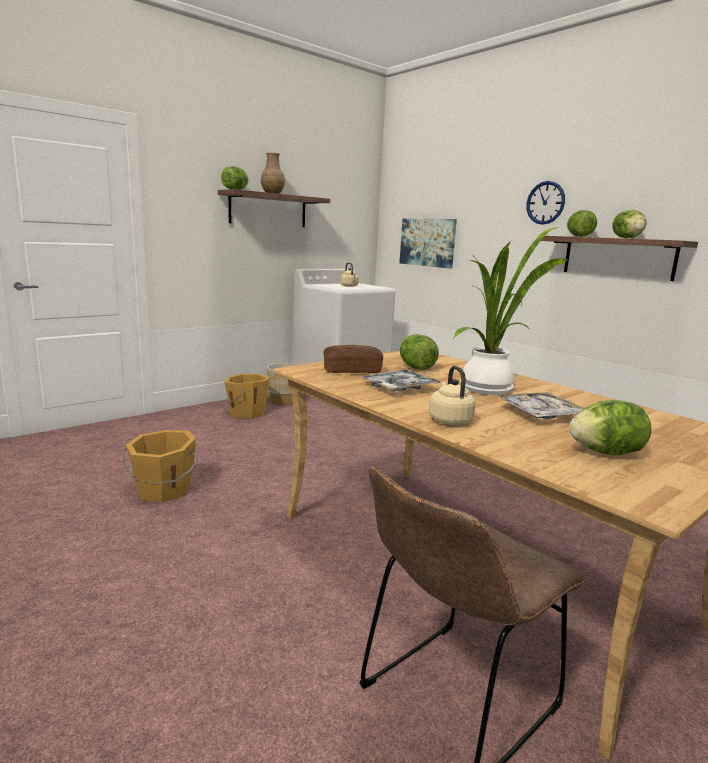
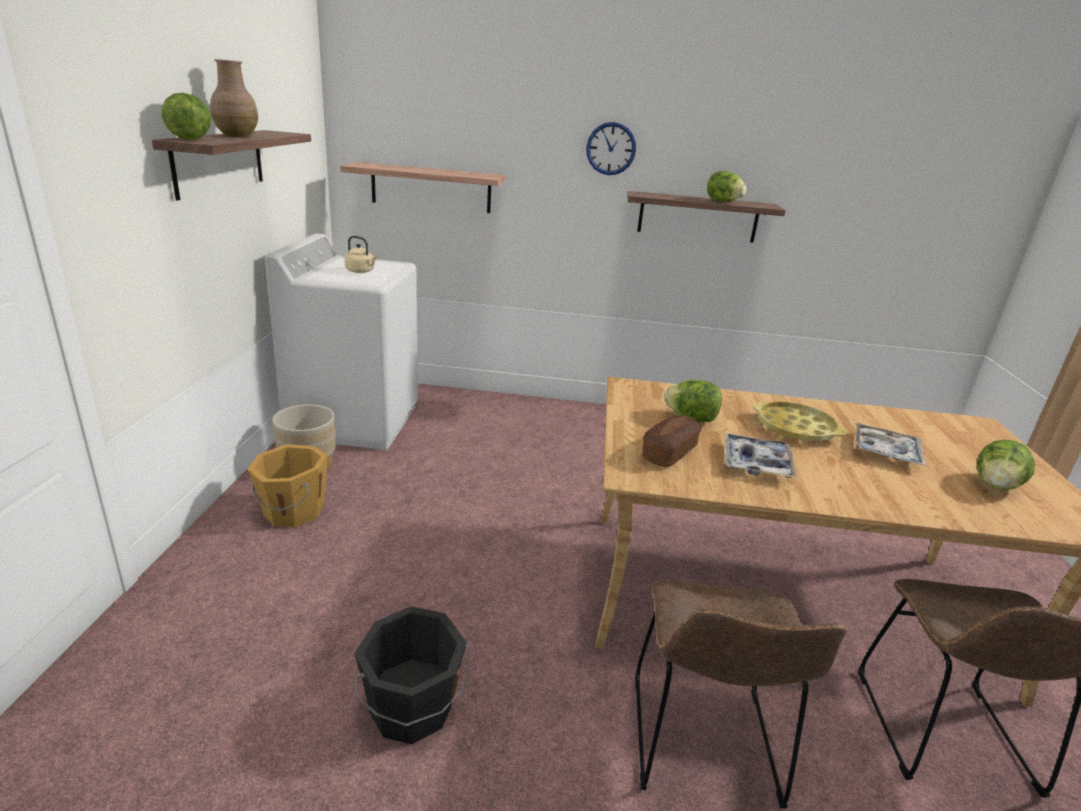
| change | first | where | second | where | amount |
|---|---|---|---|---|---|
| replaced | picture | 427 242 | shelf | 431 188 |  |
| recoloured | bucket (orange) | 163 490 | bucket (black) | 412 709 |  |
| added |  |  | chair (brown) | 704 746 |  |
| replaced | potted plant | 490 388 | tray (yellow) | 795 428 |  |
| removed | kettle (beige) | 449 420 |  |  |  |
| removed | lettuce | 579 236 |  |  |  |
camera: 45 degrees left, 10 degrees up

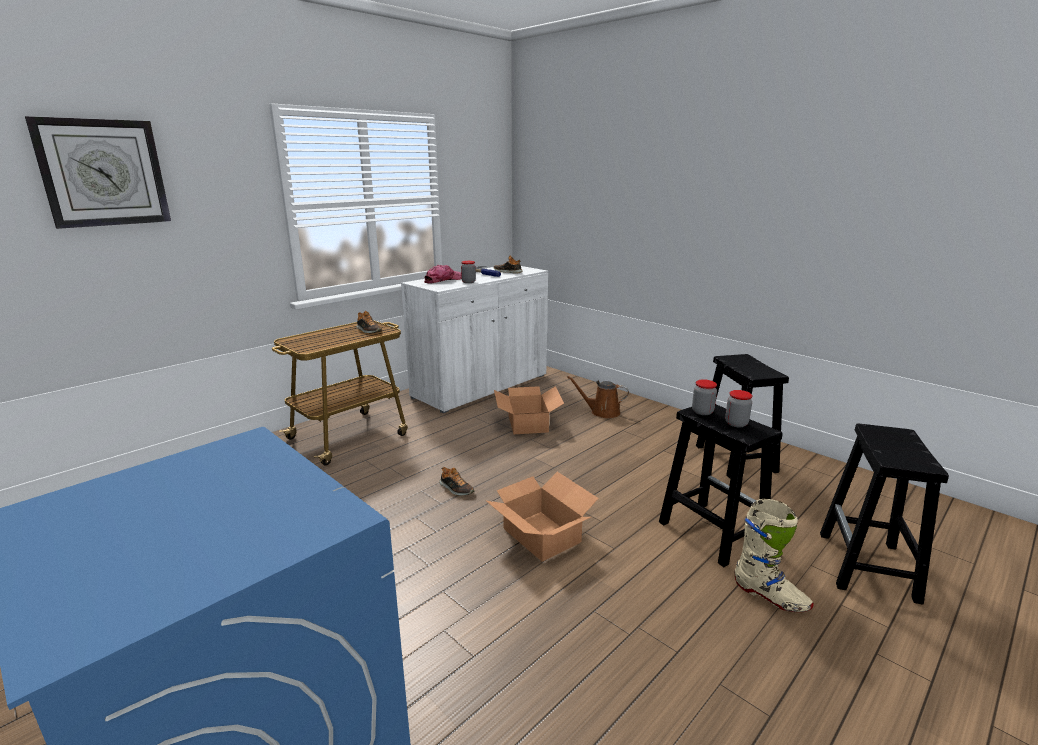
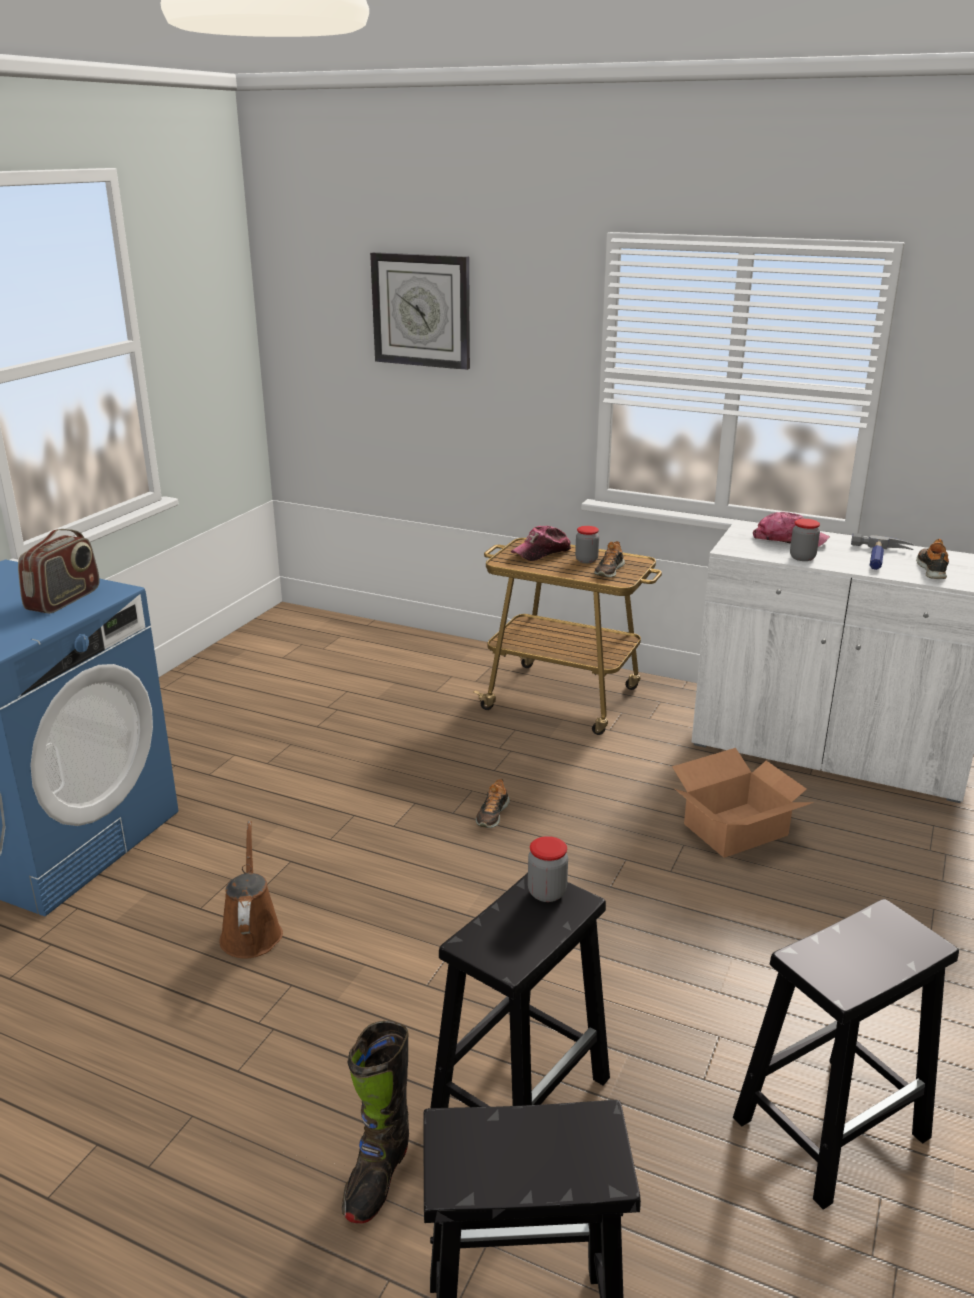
| change | first | where | second | where | amount |
|---|---|---|---|---|---|
| added |  |  | radio | 64 600 |  |
| moved | watering can (brown) | 602 412 |  | 251 932 |  |
| recoloured | boot (beige) | 770 596 | boot (black) | 377 1176 |  |
| added |  |  | cap | 541 552 |  |
| moved | jar | 736 423 |  | 586 560 |  |
| removed | cardboard box | 541 534 |  |  |  |
camera: 70 degrees right, 5 degrees up

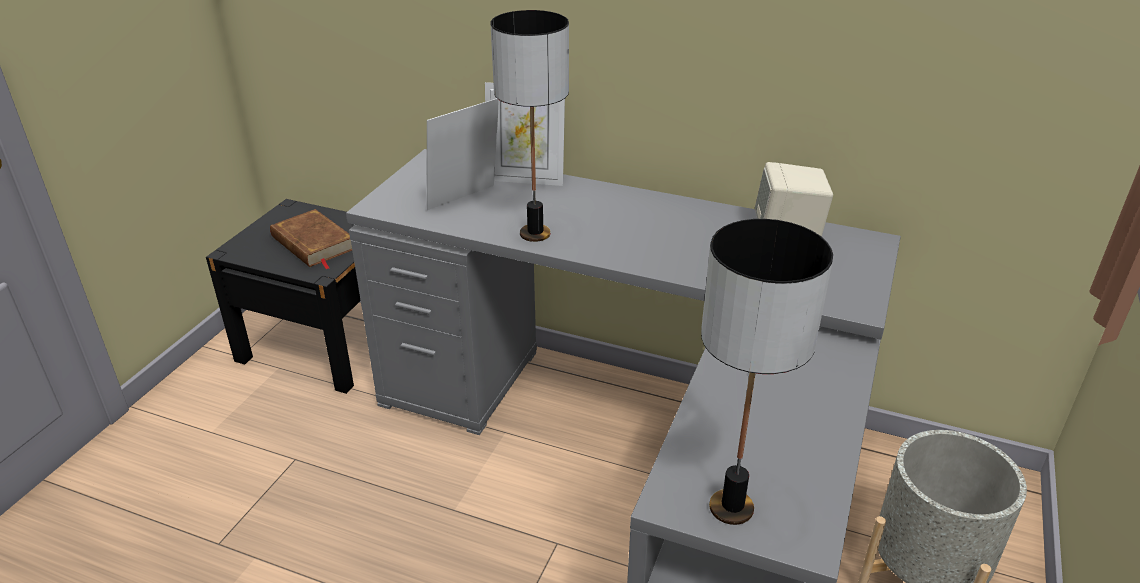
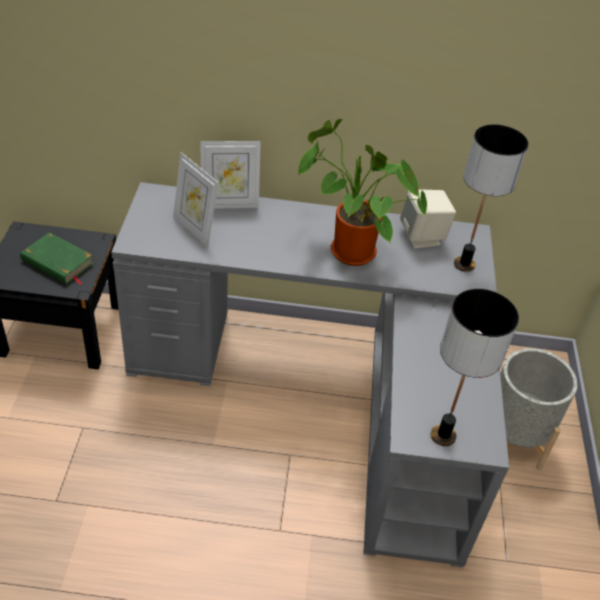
| change | first | where | second | where | amount |
|---|---|---|---|---|---|
| recoloured | book (brown) | 313 244 | book (green) | 58 262 |  |
| turned | picture frame | 465 200 |  | 195 229 | 75 degrees counterclockwise |
| added |  |  | potted plant | 347 252 |  |
| moved | table lamp | 534 234 |  | 464 265 |  |
camera: 20 degrees left, 10 degrees up

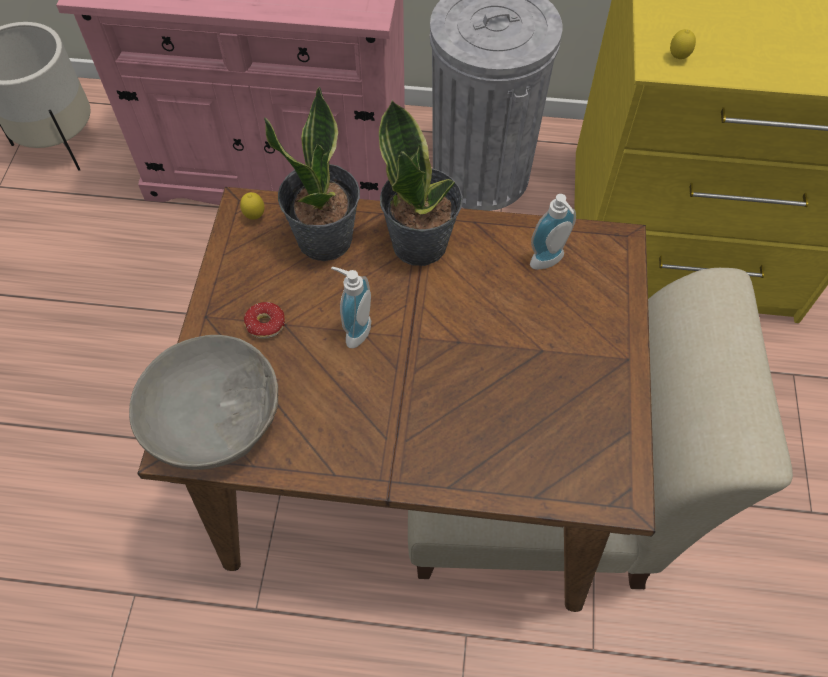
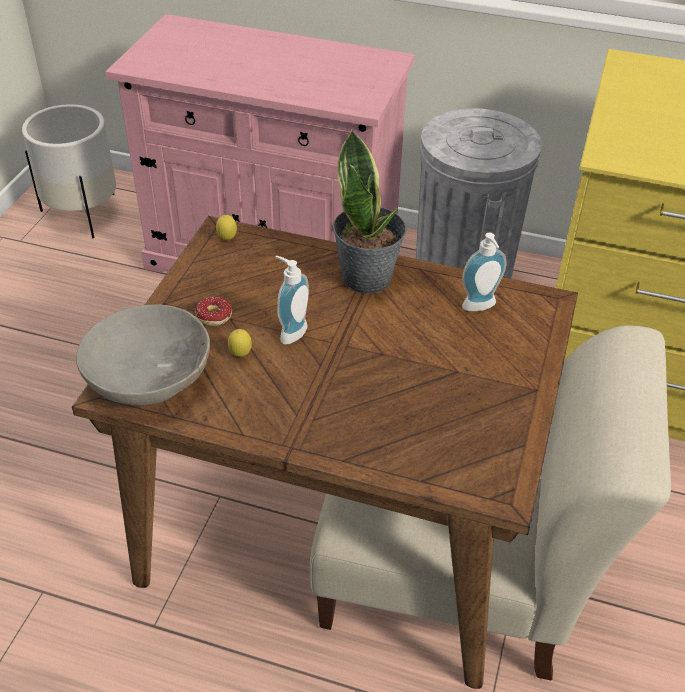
| change | first | where | second | where | amount |
|---|---|---|---|---|---|
| moved | lemon | 678 58 |  | 240 355 |  |
| removed | potted plant | 326 239 |  |  |  |
camera: 10 degrees right, 15 degrees down

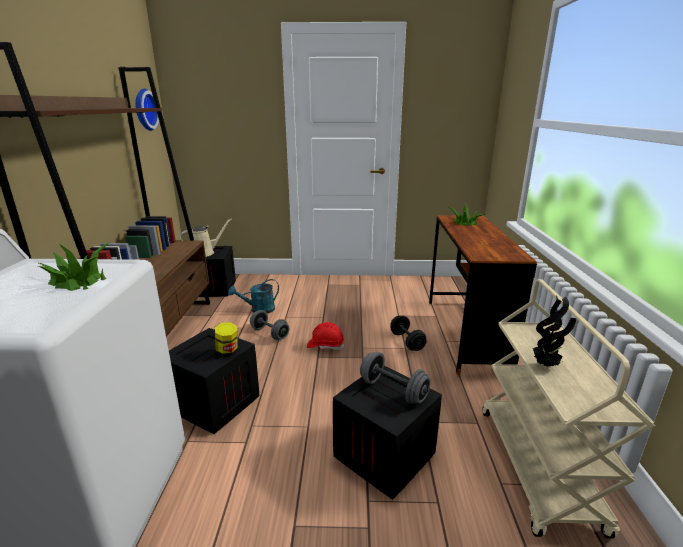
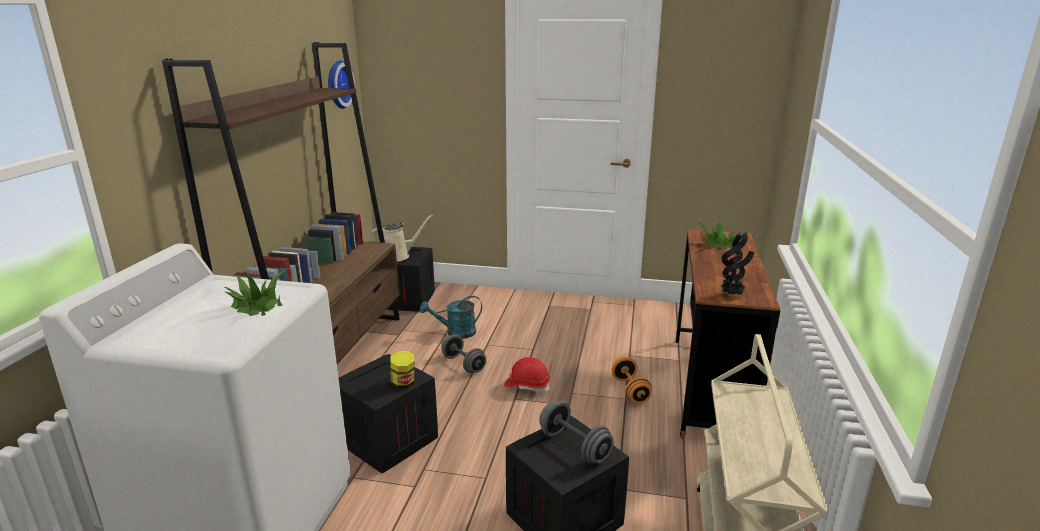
| change | first | where | second | where | amount |
|---|---|---|---|---|---|
| recoloured | dumbbell (black) | 407 341 | dumbbell (orange) | 630 390 |  |
| moved | potted plant | 546 365 |  | 732 295 |  |
camera: 10 degrees right, 0 degrees up

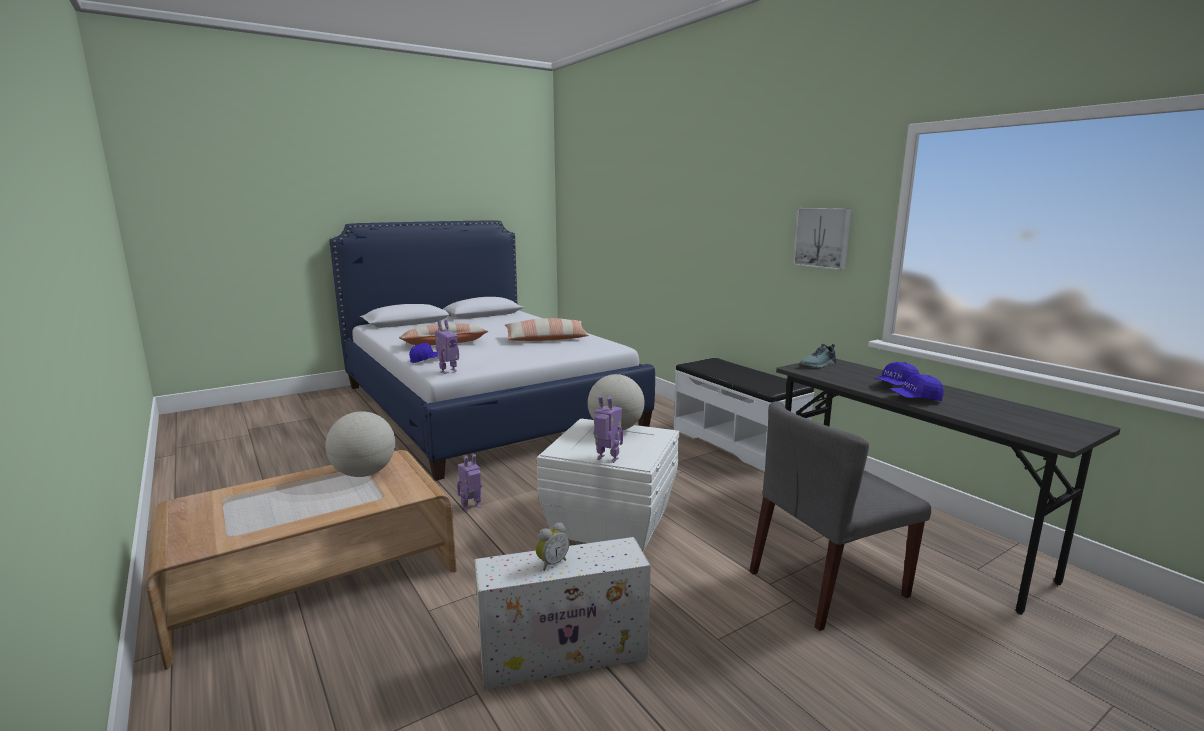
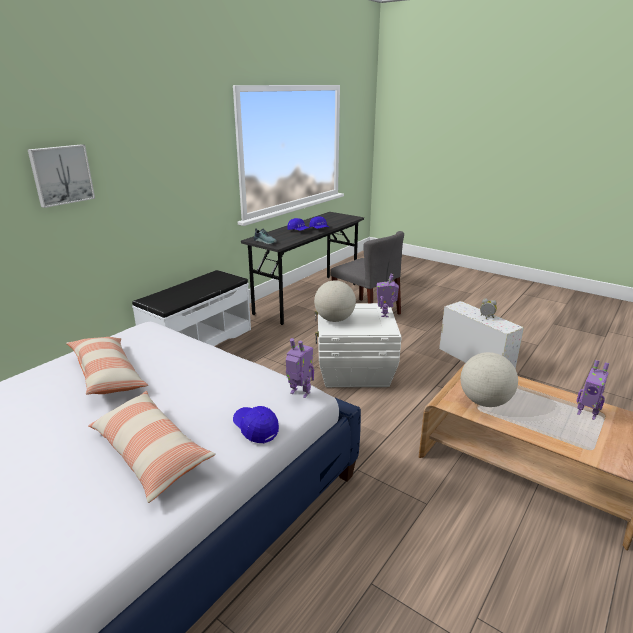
| change | first | where | second | where | amount |
|---|---|---|---|---|---|
| moved | picture | 823 237 |  | 61 175 |  |
| moved | toy robot | 472 507 |  | 587 414 |  |
camera: 110 degrees left, 10 degrees up

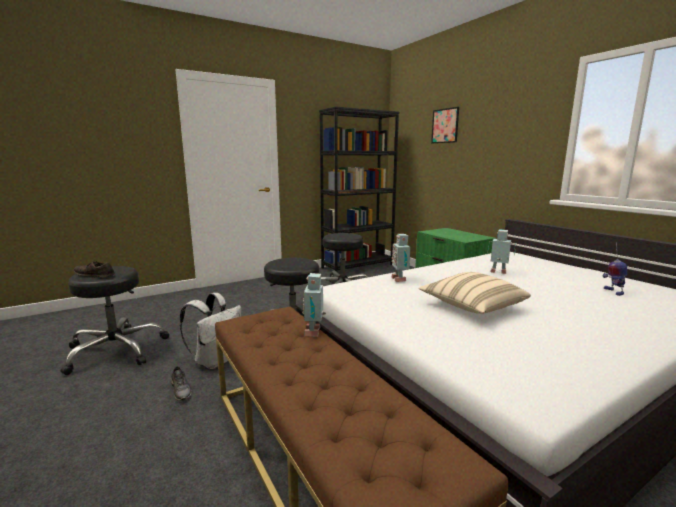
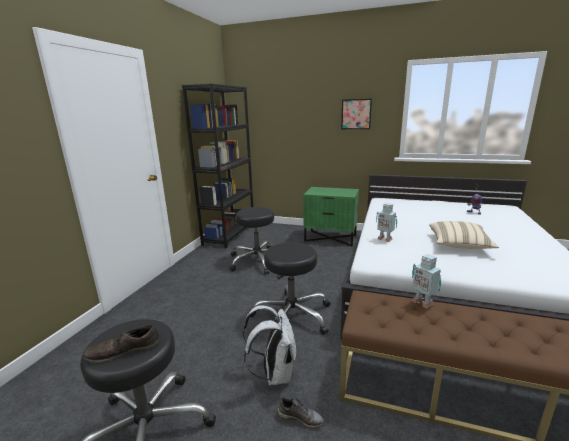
| change | first | where | second | where | amount |
|---|---|---|---|---|---|
| moved | picture | 445 125 |  | 356 114 |  |
| removed | toy robot | 498 272 |  |  |  |
camera: 40 degrees left, 5 degrees up

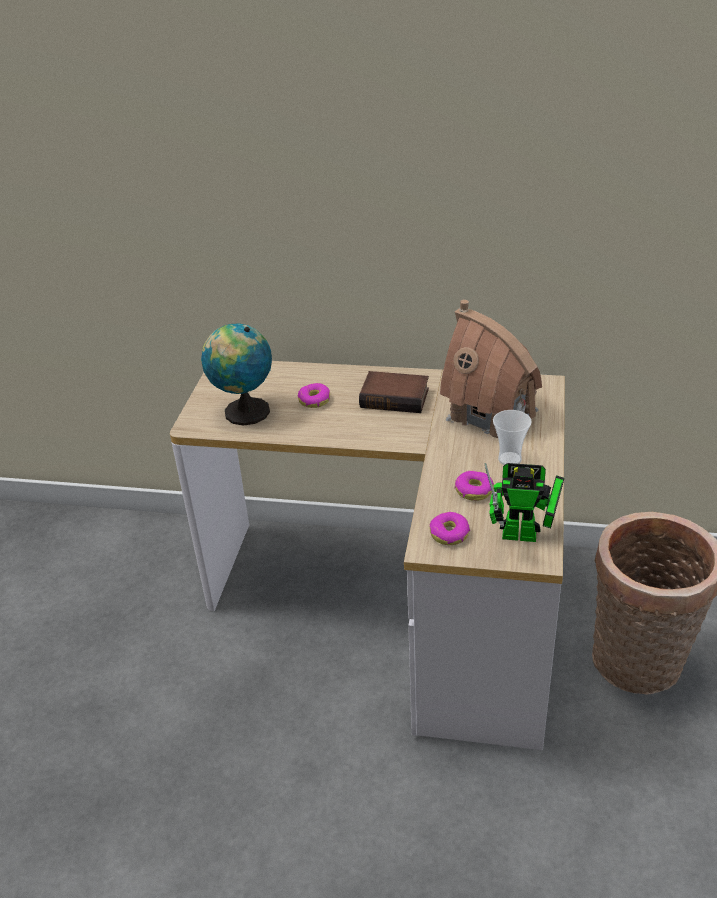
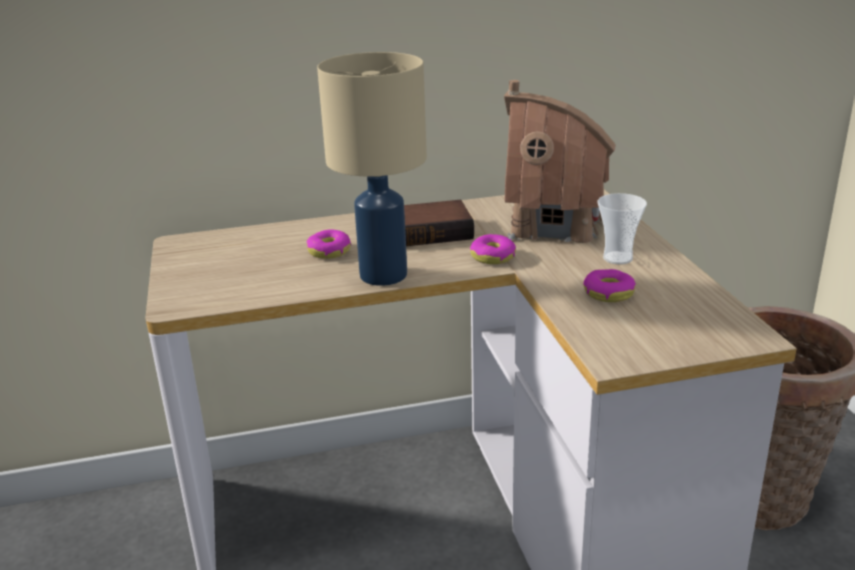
| change | first | where | second | where | amount |
|---|---|---|---|---|---|
| added |  |  | table lamp (beige) | 382 275 |  |
| moved | donut | 449 534 |  | 493 257 |  |
| removed | globe | 243 412 |  |  |  |
| removed | toy robot | 525 535 |  |  |  |
camera: 25 degrees left, 10 degrees down

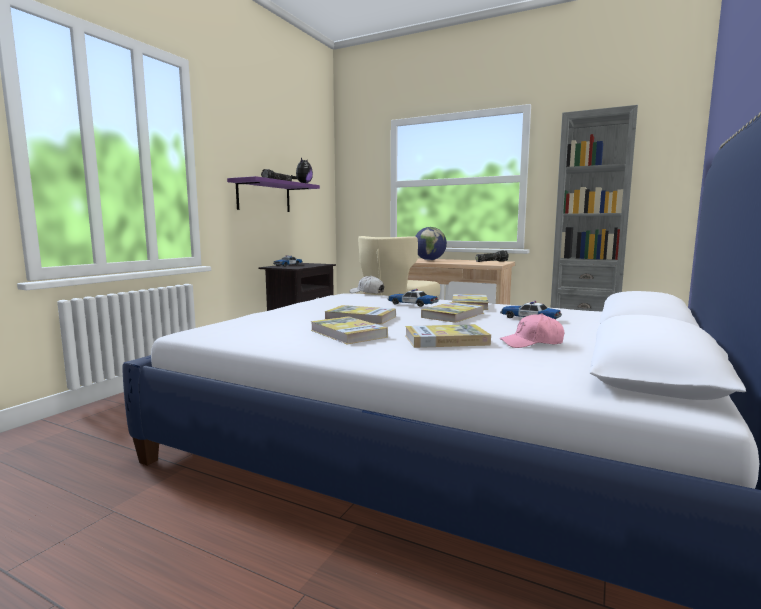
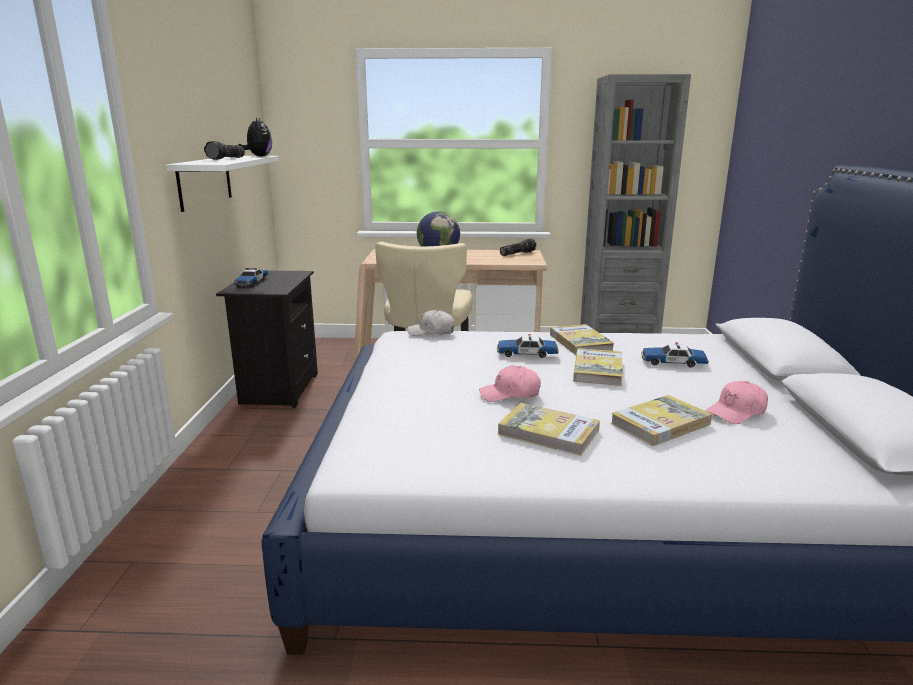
| change | first | where | second | where | amount |
|---|---|---|---|---|---|
| recoloured | shelf (purple) | 264 196 | shelf (white) | 205 182 |  |
| replaced | book | 360 318 | cap (pink) | 510 394 |  |
camera: 25 degrees left, 10 degrees up

